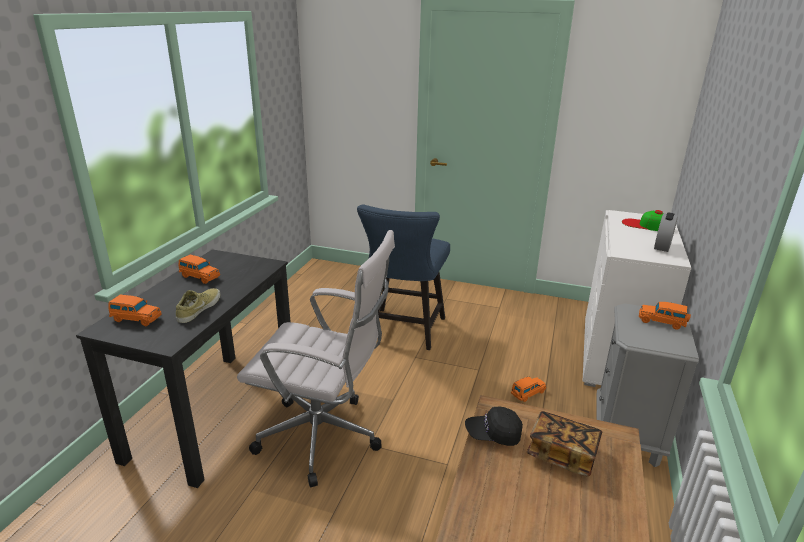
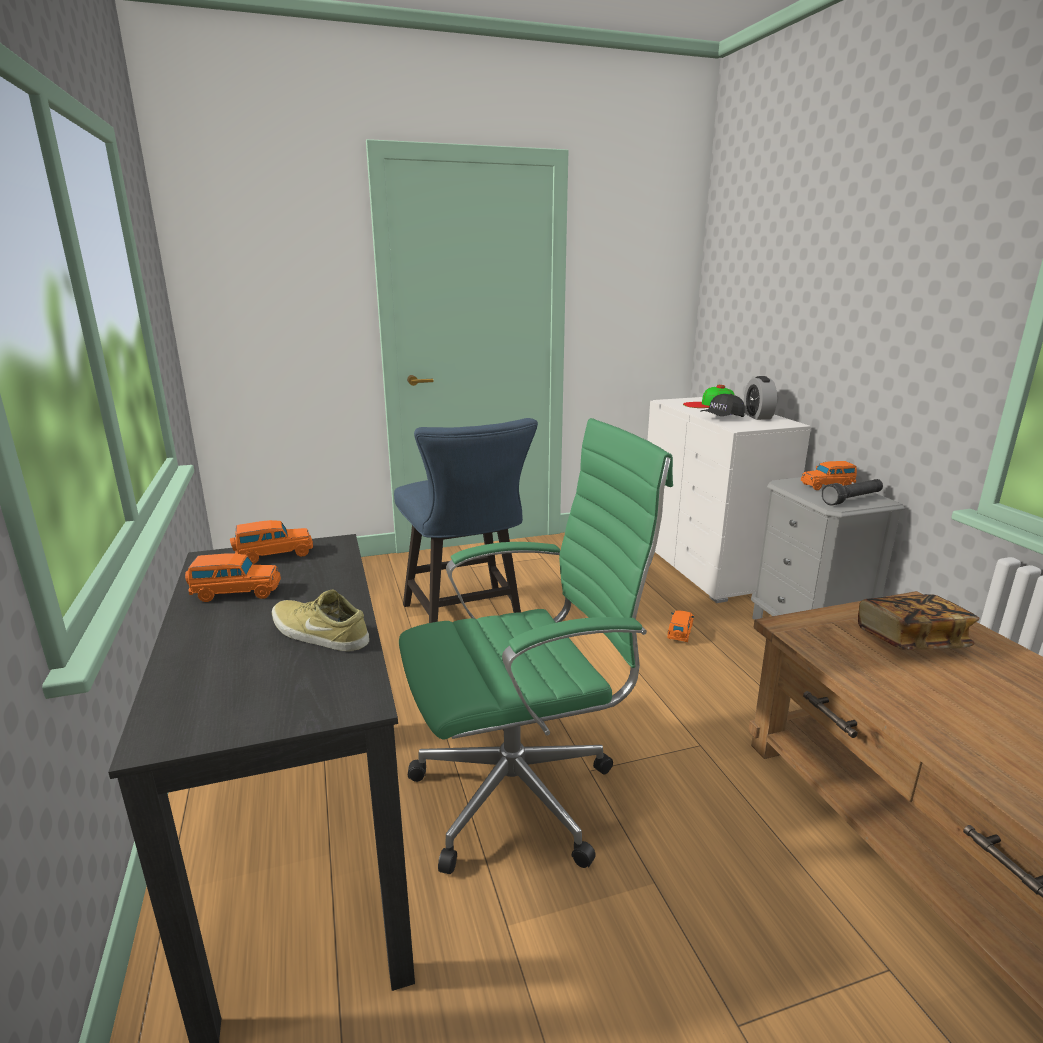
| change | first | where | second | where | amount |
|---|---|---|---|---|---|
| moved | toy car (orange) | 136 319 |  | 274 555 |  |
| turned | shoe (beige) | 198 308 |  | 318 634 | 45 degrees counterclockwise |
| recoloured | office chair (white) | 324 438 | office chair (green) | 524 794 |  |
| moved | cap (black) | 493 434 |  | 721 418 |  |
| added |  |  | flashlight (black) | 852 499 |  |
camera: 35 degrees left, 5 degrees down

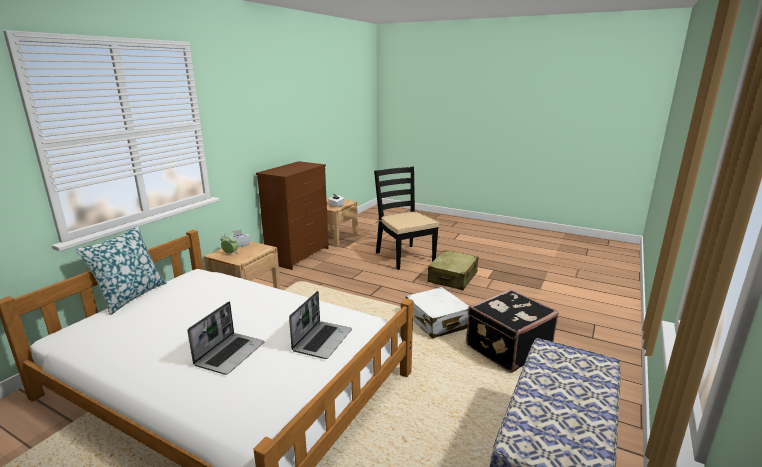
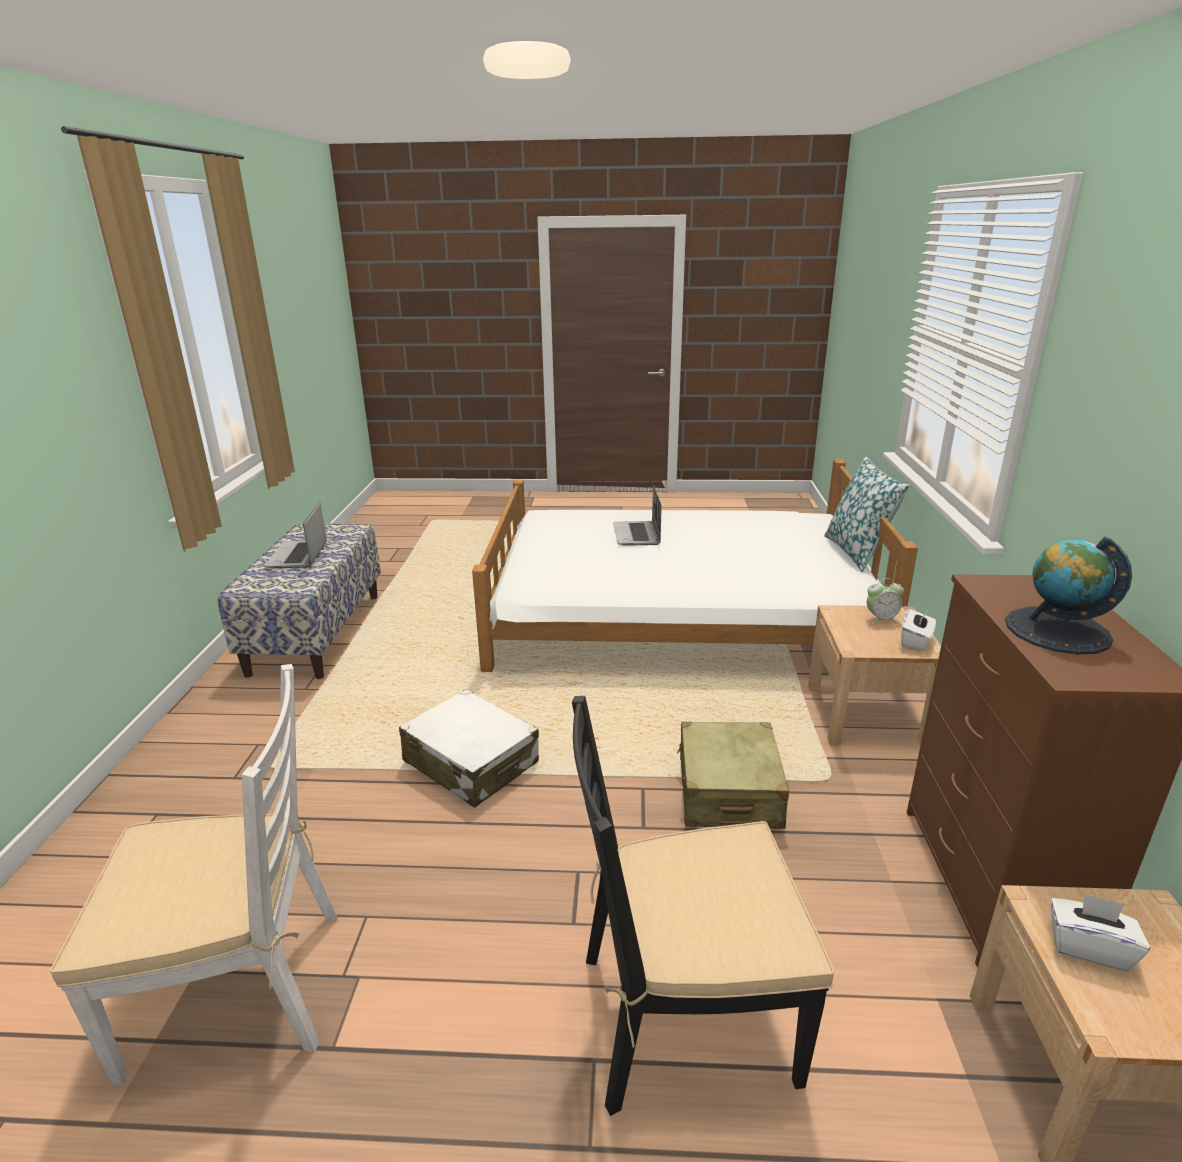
| change | first | where | second | where | amount |
|---|---|---|---|---|---|
| added |  |  | chair (white) | 239 989 |  |
| moved | laptop | 322 340 |  | 298 556 |  |
| turned | chair (black) | 404 256 |  | 684 1017 | 135 degrees clockwise |
| moved | suitcase (beige) | 452 277 |  | 728 792 |  |
| added |  |  | globe | 1057 630 |  |
| removed | suitcase (black) | 506 347 |  |  |  |
camera: 155 degrees right, 5 degrees up

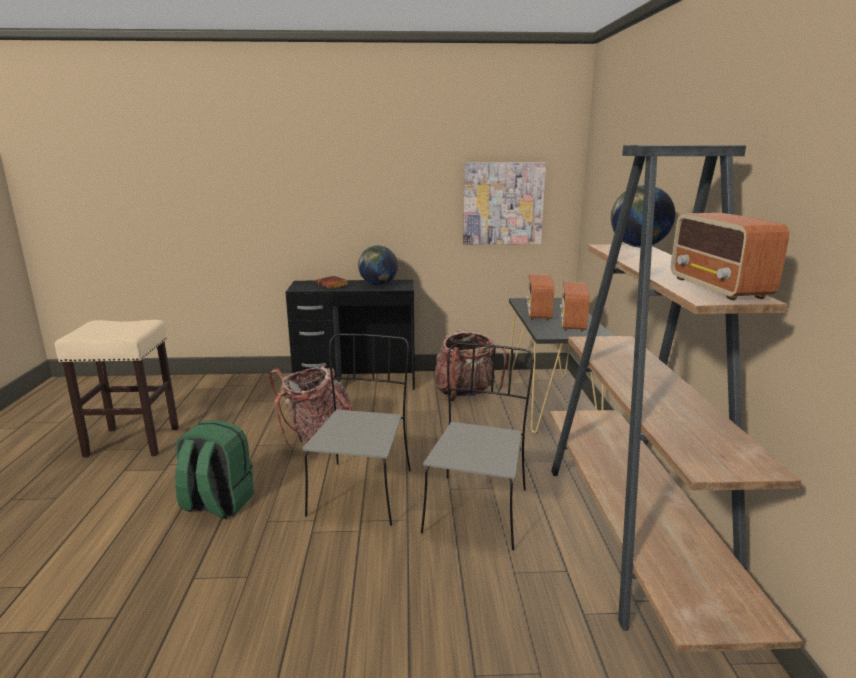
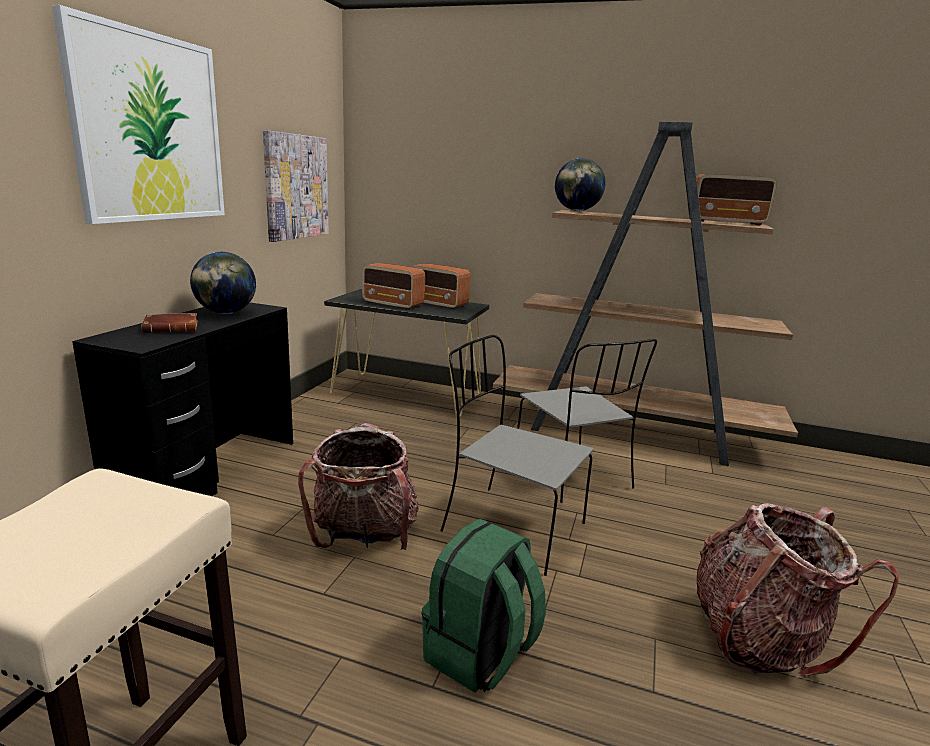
| change | first | where | second | where | amount |
|---|---|---|---|---|---|
| added |  |  | picture | 150 129 |  |
| turned | chair (grey) | 477 508 |  | 572 475 | 150 degrees counterclockwise |
| moved | backpack | 465 393 |  | 758 637 |  |
camera: 70 degrees left, 0 degrees up

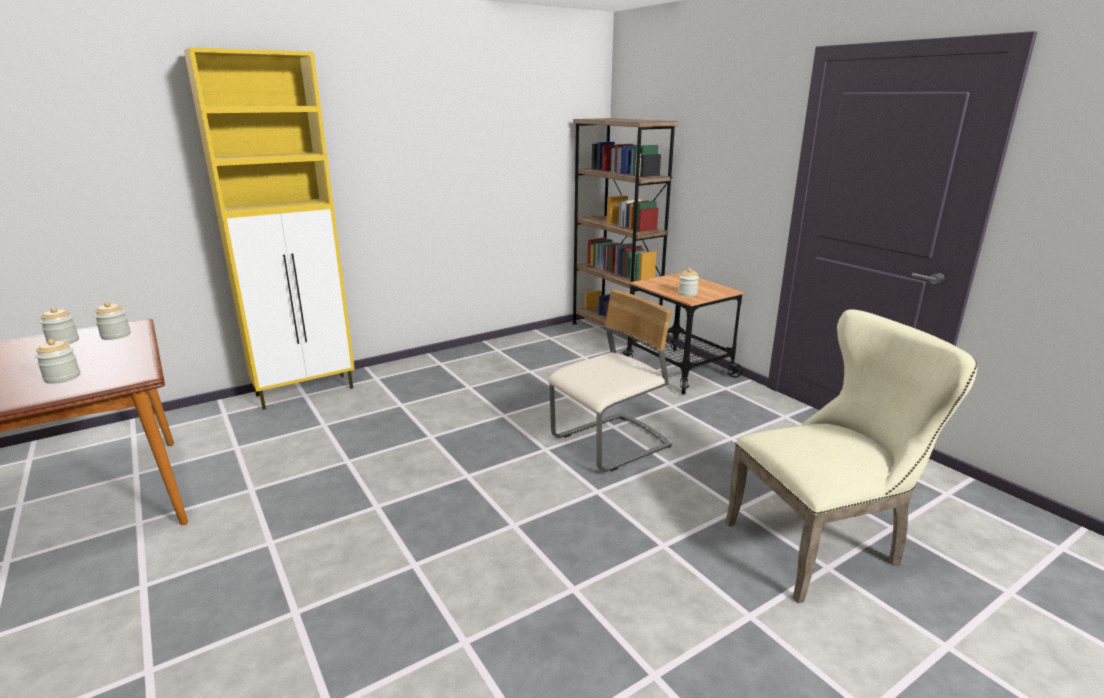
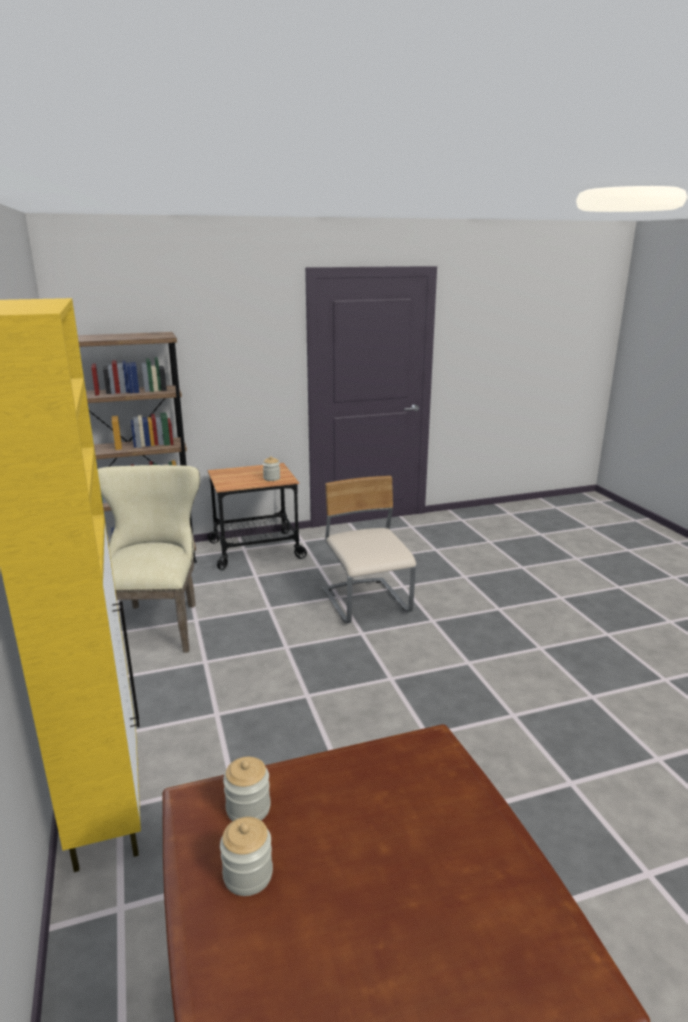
| change | first | where | second | where | amount |
|---|---|---|---|---|---|
| moved | chair (beige) | 822 544 |  | 156 623 |  |
| removed | jar | 62 378 |  |  |  |
camera: 75 degrees left, 0 degrees up

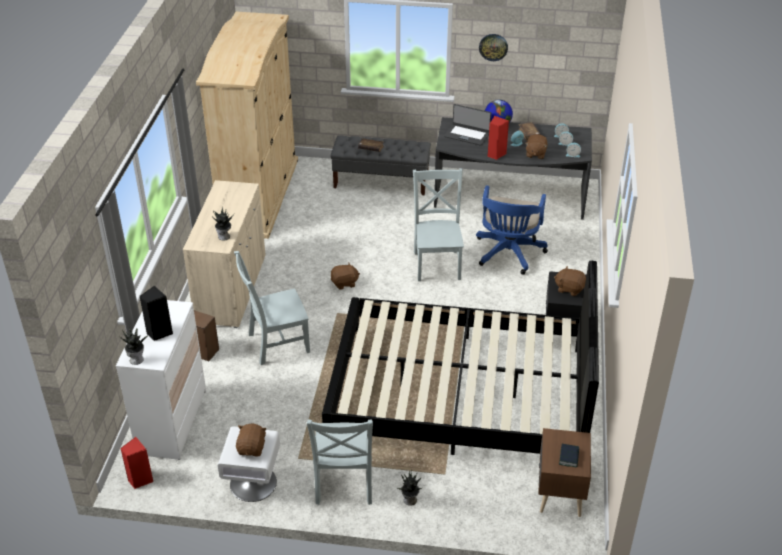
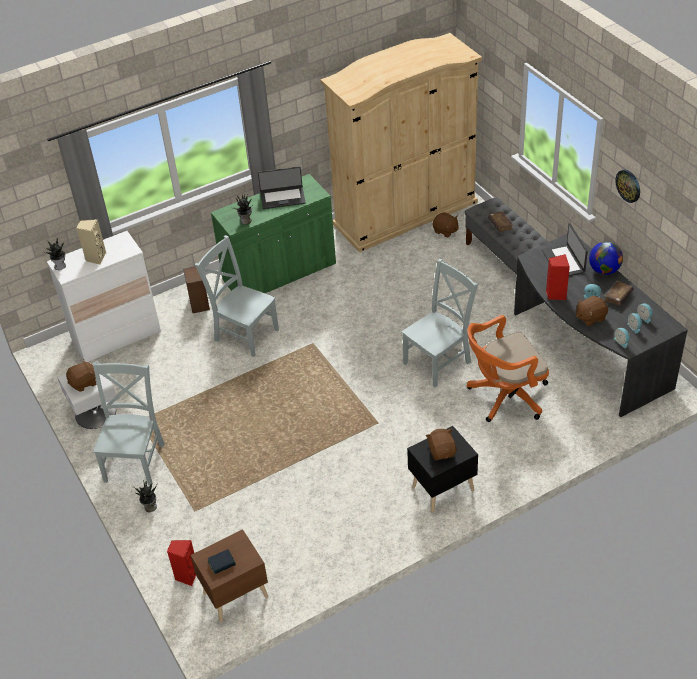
| change | first | where | second | where | amount |
|---|---|---|---|---|---|
| recoloured | speaker (black) | 159 333 | speaker (beige) | 95 258 |  |
| turned | chair (grey) | 344 483 |  | 135 460 | 135 degrees clockwise |
| moved | speaker (red) | 140 480 |  | 186 575 |  |
| recoloured | cabinet (beige) | 231 289 | cabinet (green) | 279 273 |  |
| added |  |  | laptop | 282 198 |  |
| moved | plush toy (brown) | 344 283 |  | 445 231 |  |
| recoloured | office chair (blue) | 508 255 | office chair (orange) | 504 397 |  |
| removed | bed (black) | 460 395 |  |  |  |
camera: 55 degrees right, 5 degrees up

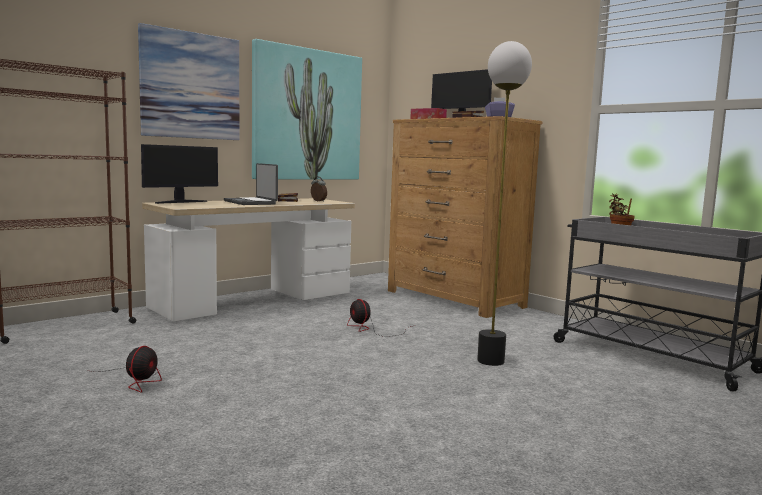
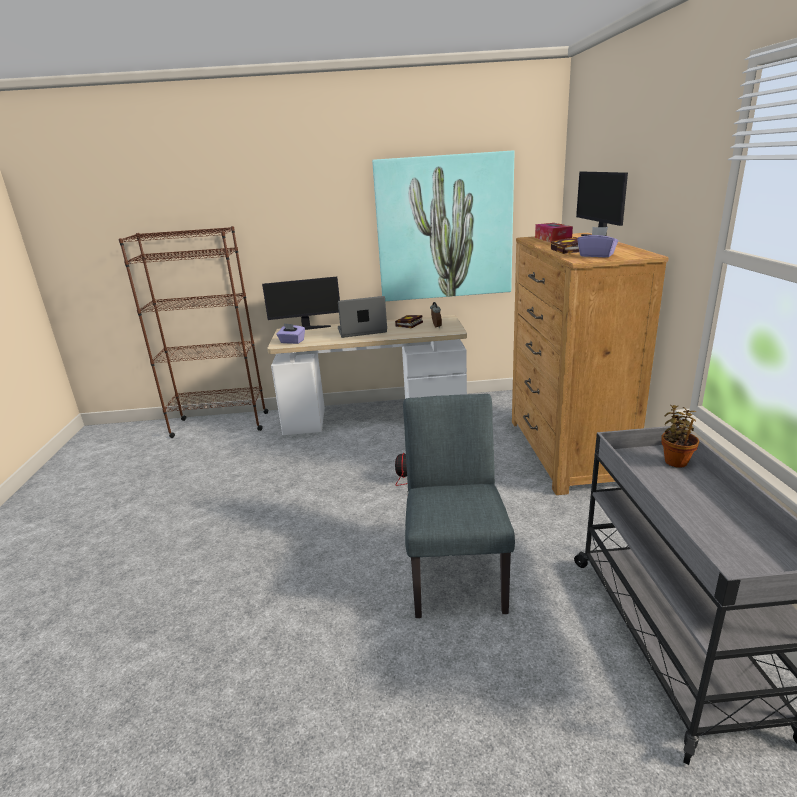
| change | first | where | second | where | amount |
|---|---|---|---|---|---|
| added |  |  | tissue box (purple) | 292 342 |  |
| turned | laptop | 251 202 |  | 362 331 | 75 degrees clockwise |
| replaced | floor lamp | 491 361 | chair (grey) | 456 572 |  |
| removed | fan | 138 380 |  |  |  |
| removed | picture | 191 86 |  |  |  |
camera: 40 degrees right, 15 degrees up

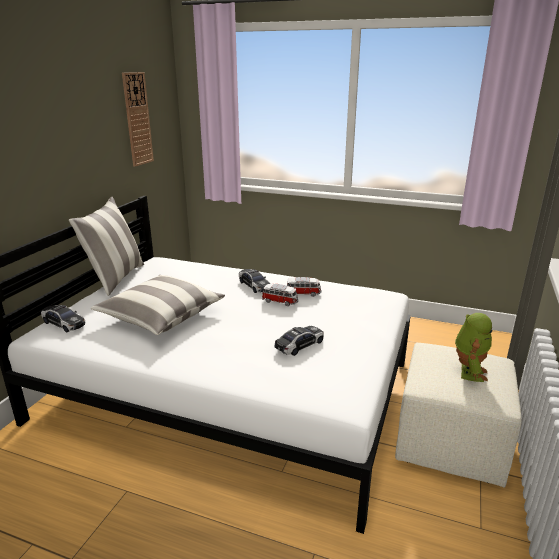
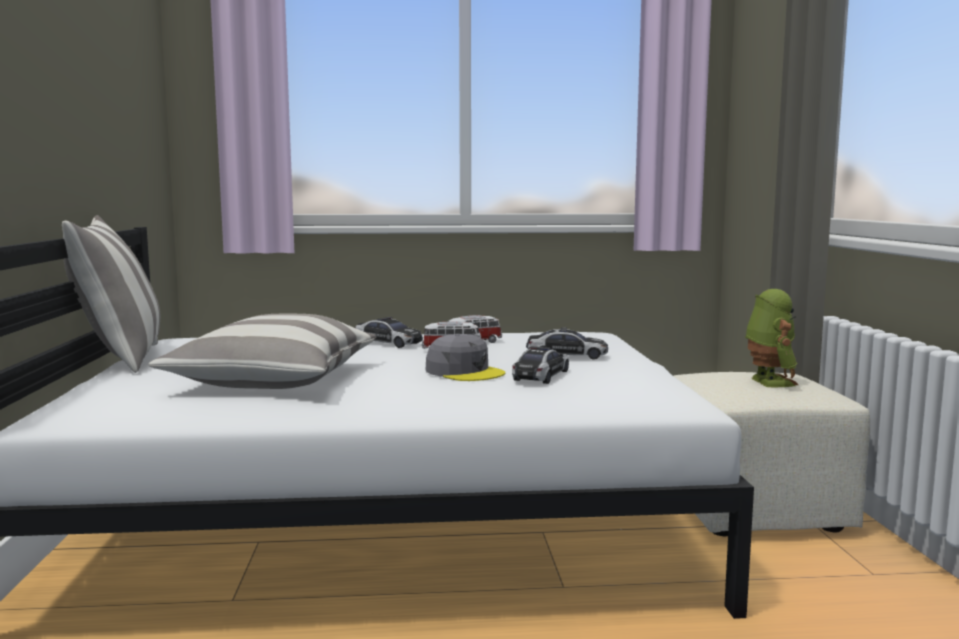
| change | first | where | second | where | amount |
|---|---|---|---|---|---|
| added |  |  | cap (grey) | 464 372 |  |
| moved | toy car | 64 323 |  | 566 355 |  |
| removed | wall clock | 137 119 |  |  |  |
camera: 25 degrees left, 15 degrees down

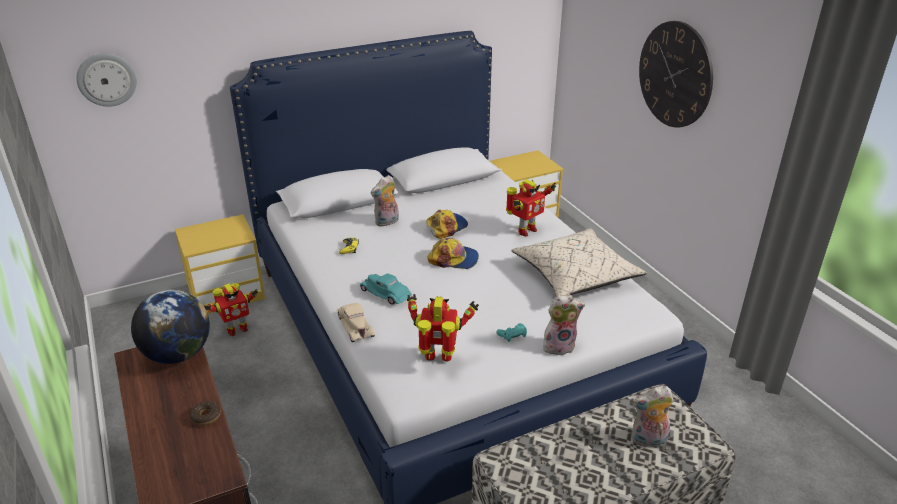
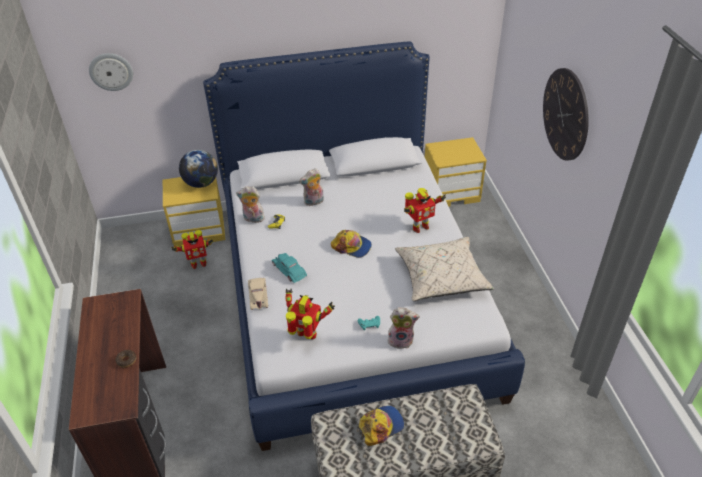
| change | first | where | second | where | amount |
|---|---|---|---|---|---|
| moved | globe | 178 354 |  | 201 183 |  |
| moved | plush toy | 648 441 |  | 253 219 |  |
| moved | cap | 446 227 |  | 381 426 |  |
camera: 15 degrees right, 10 degrees up

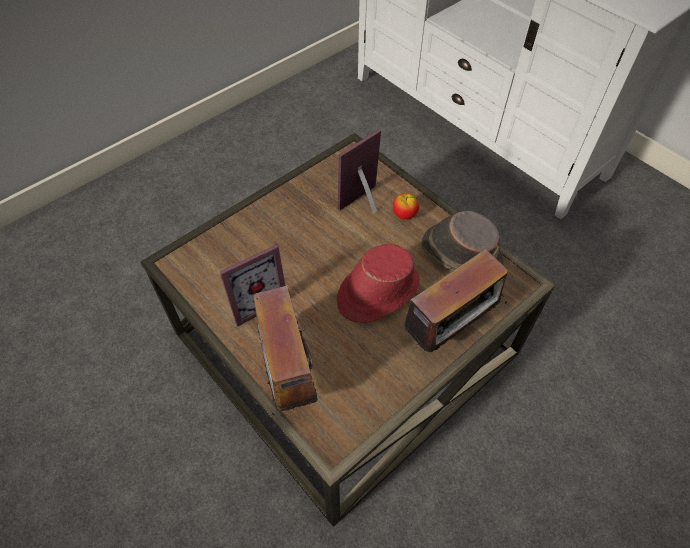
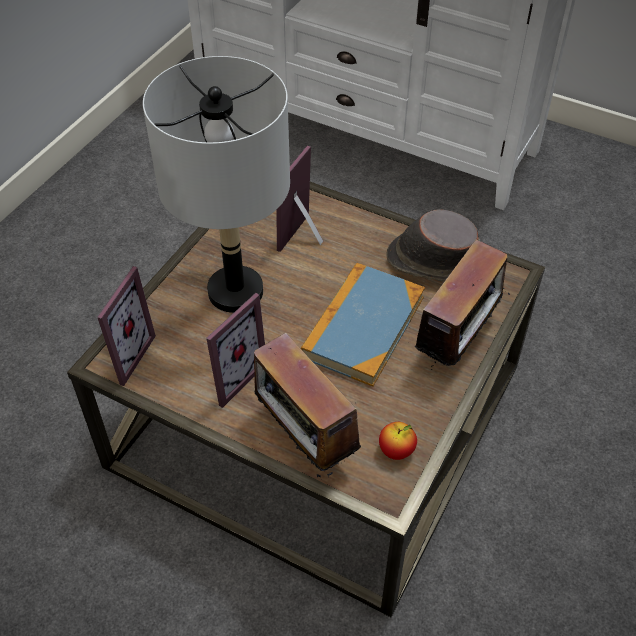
| change | first | where | second | where | amount |
|---|---|---|---|---|---|
| added |  |  | picture frame | 122 355 |  |
| added |  |  | table lamp (grey) | 236 291 |  |
| replaced | hat (red) | 377 292 | book | 363 326 |  |
| moved | apple | 404 215 |  | 396 451 |  |
camera: 20 degrees left, 5 degrees down

